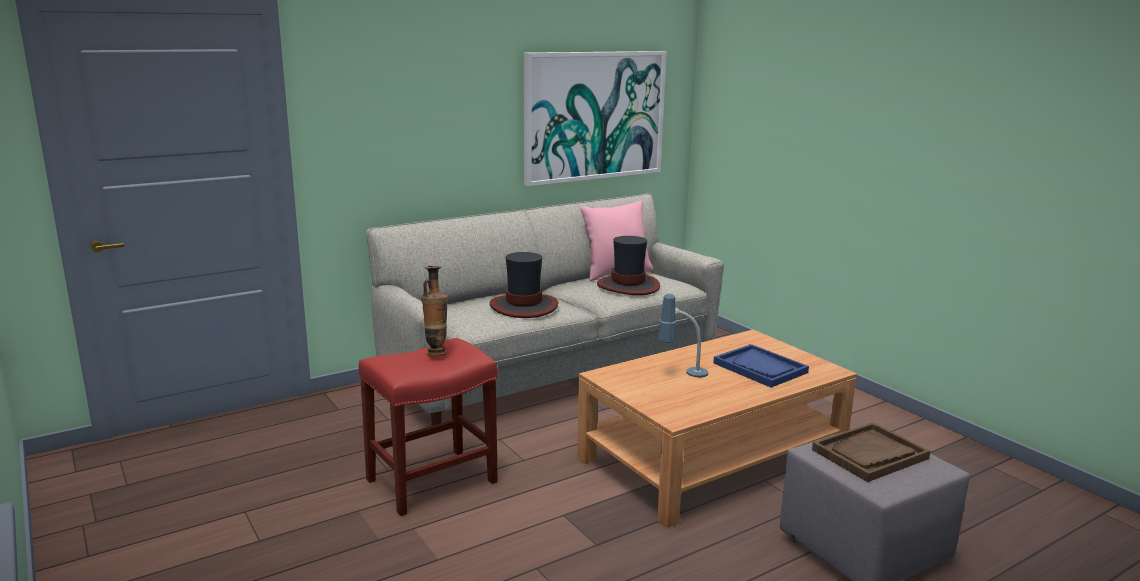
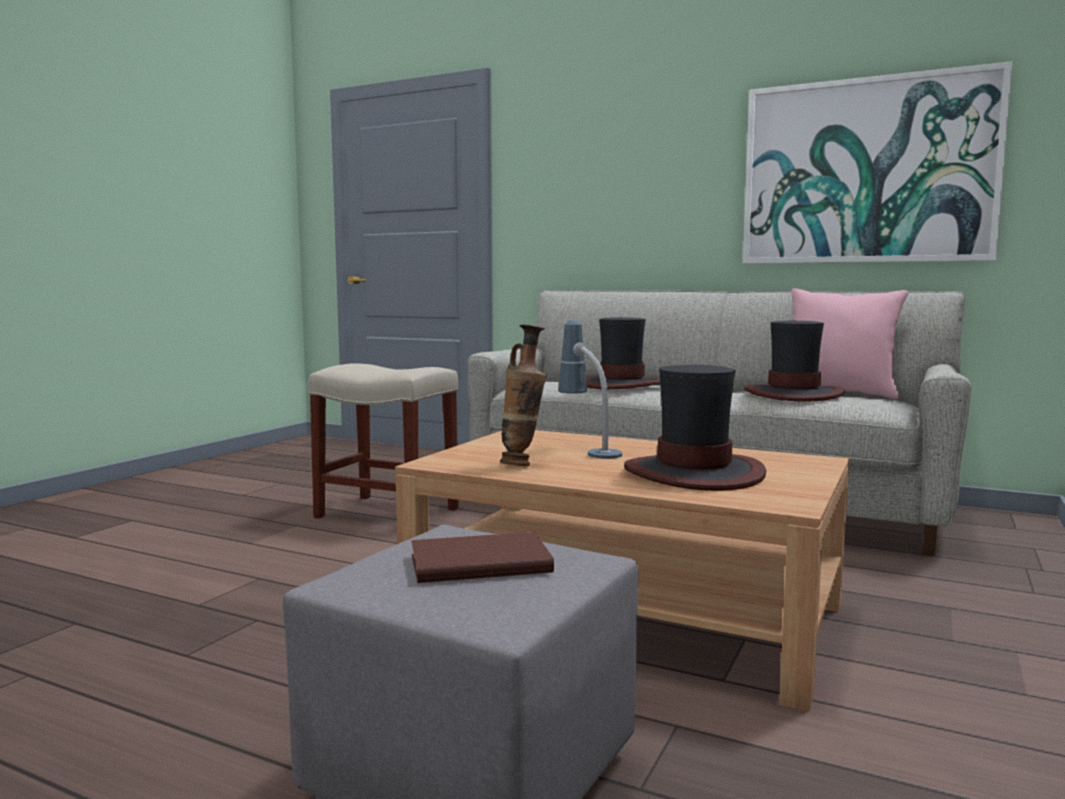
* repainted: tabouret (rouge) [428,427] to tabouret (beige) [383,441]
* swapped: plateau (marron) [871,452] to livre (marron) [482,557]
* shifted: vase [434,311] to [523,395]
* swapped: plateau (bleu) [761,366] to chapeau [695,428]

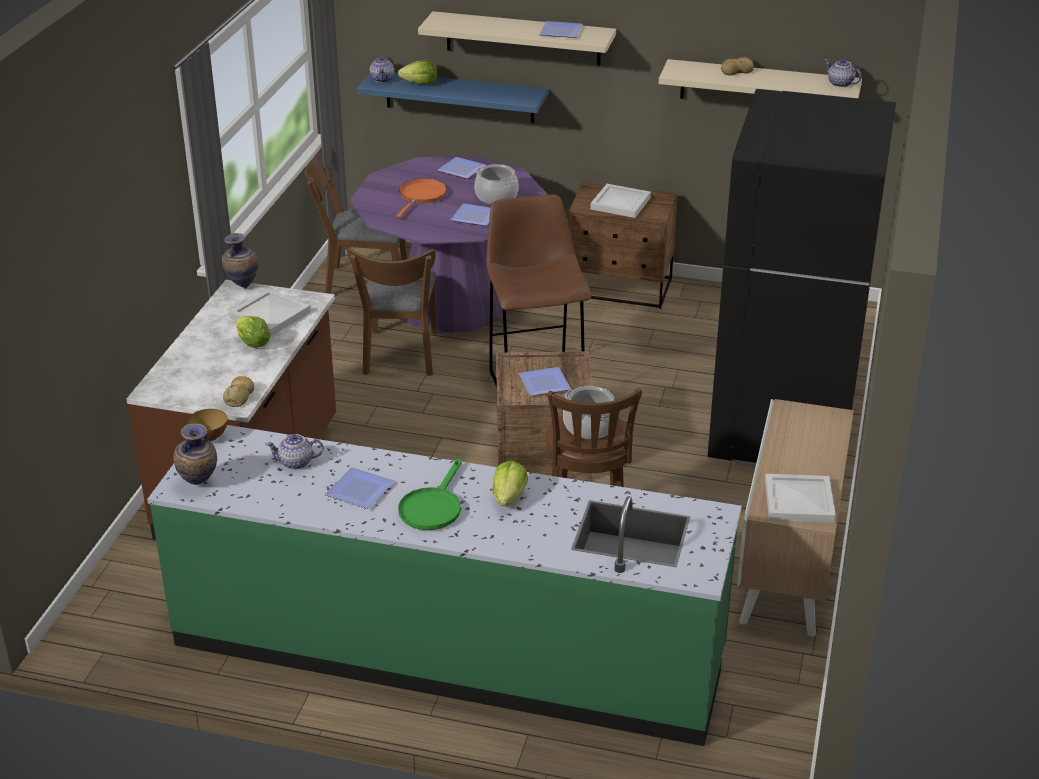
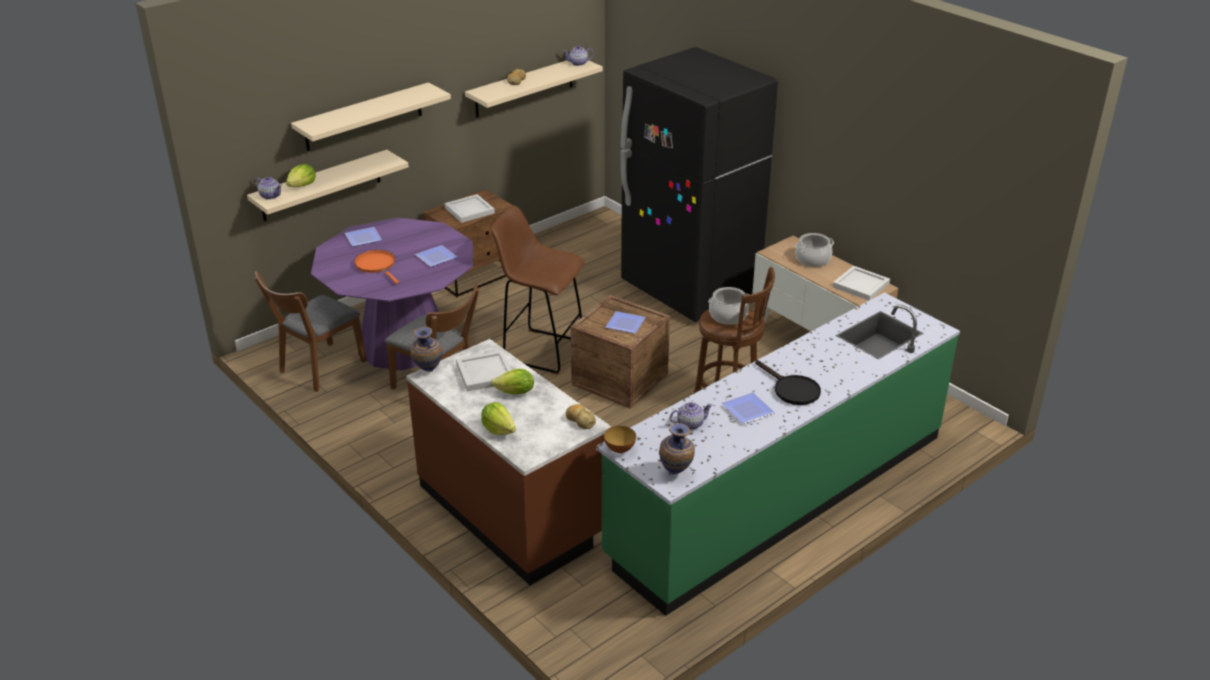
* repainted: étagère (bleu) [452,97] to étagère (beige) [328,185]
* shifted: laitue [510,483] to [498,418]
* rotated: théière [295,451] = [691,416] 135 degrees counterclockwise
* repainted: poêle (vert) [429,494] to poêle (noir) [788,382]
* shifted: marmite [497,184] to [814,250]
* gone: assiette [561,29]

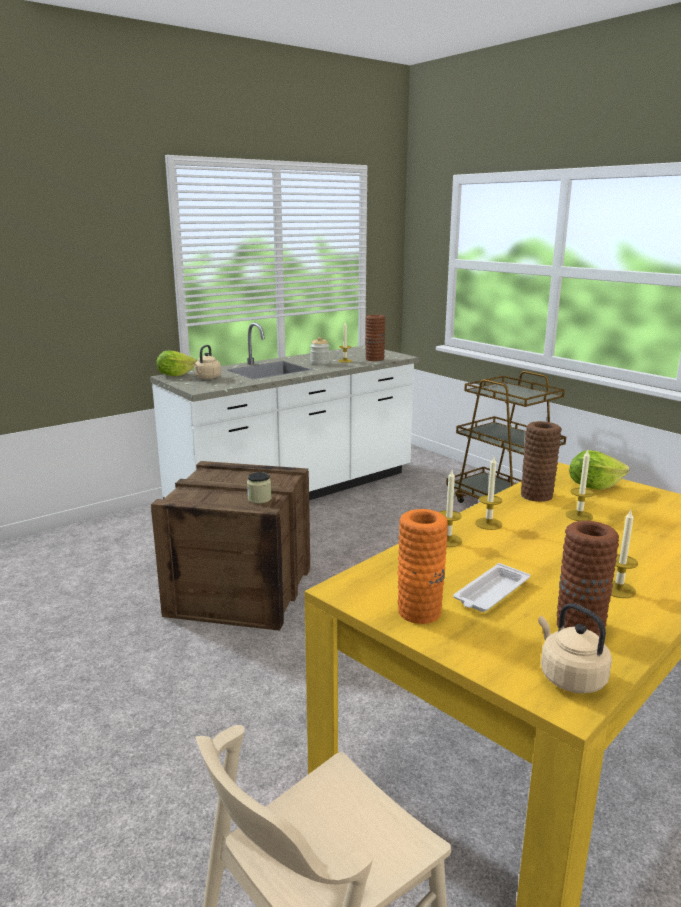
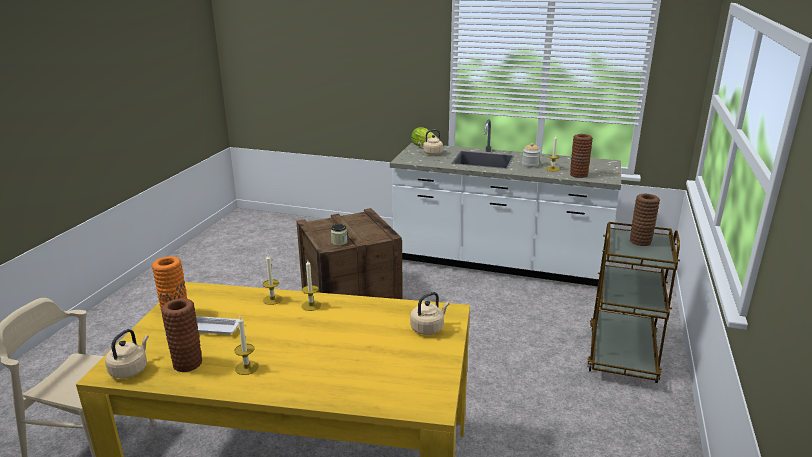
* swapped: laitue [599,470] to bouilloire (beige) [430,313]
* shifted: vase (marron) [541,461] to [645,220]
* gone: bougie [580,485]

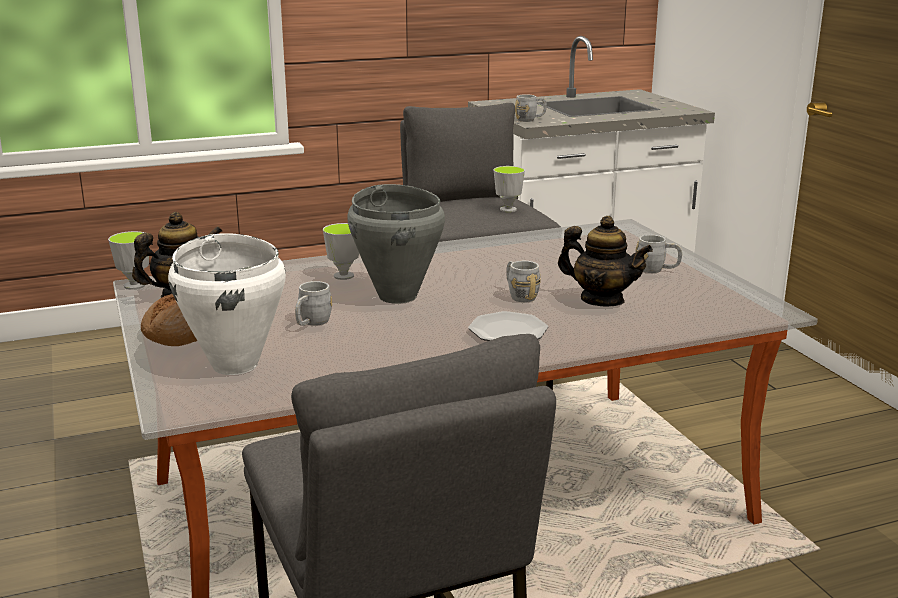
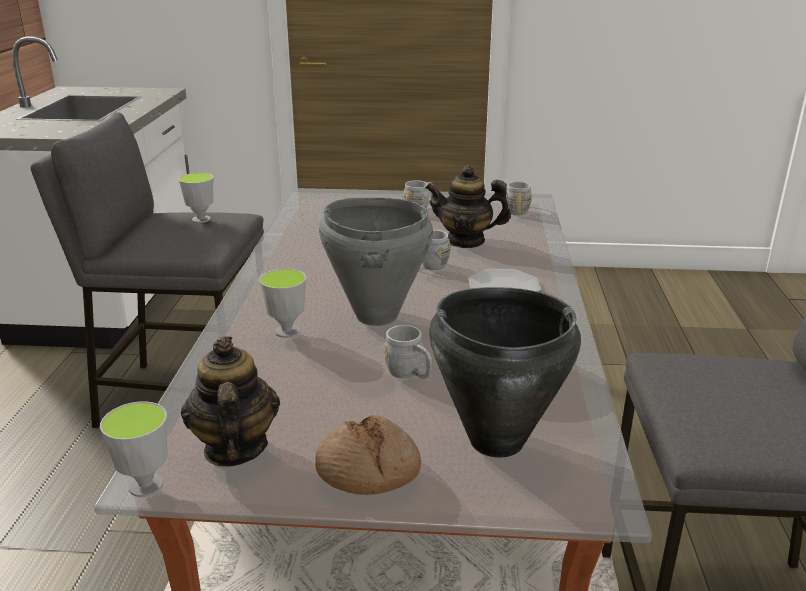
* rotated: théière [605,261] = [468,206] 135 degrees counterclockwise
* repainted: marmite (blanc) [227,304] to marmite (noir) [505,372]
* shifted: mug (gris) [531,108] to [519,198]

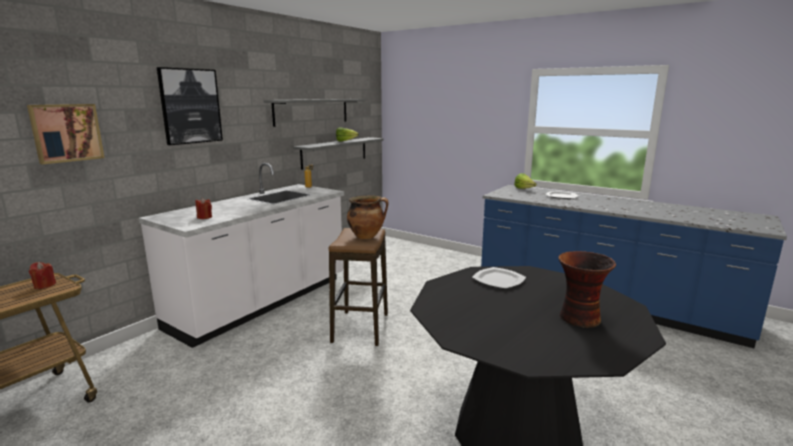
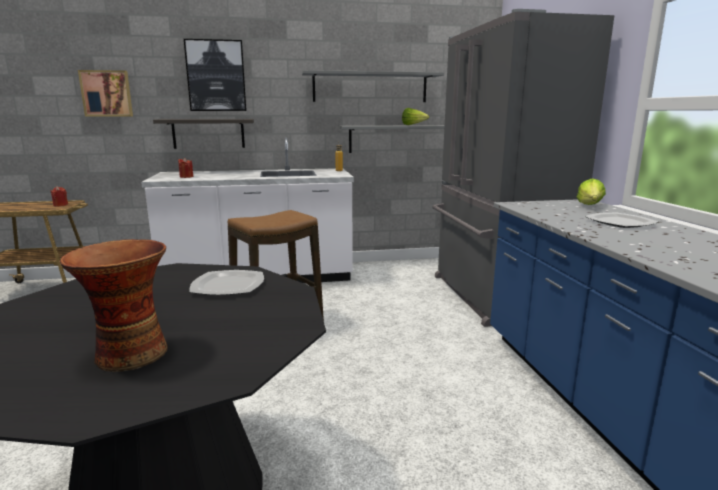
* new: étagère [203,134]
* new: réfrigérateur (gris) [523,168]
* gone: marmite [368,217]

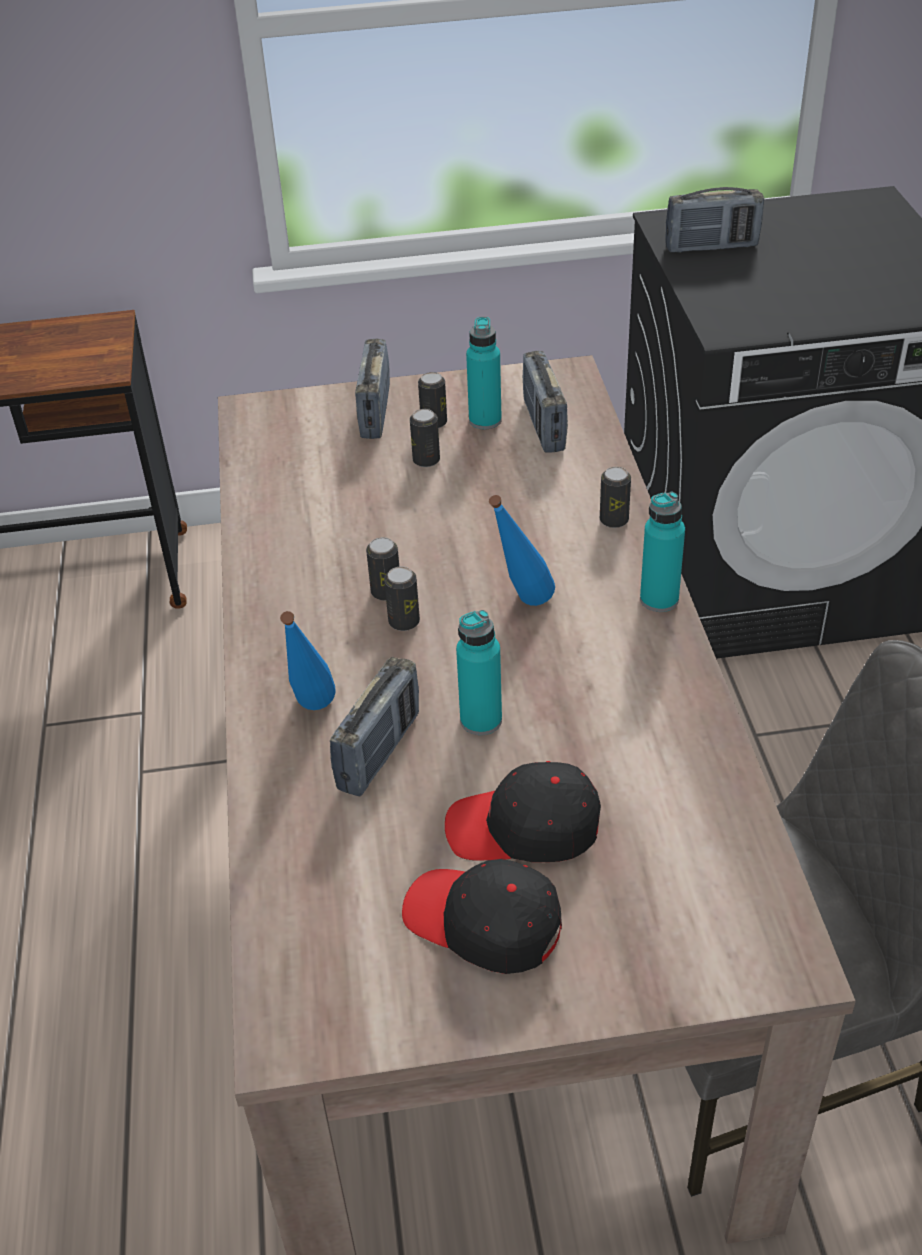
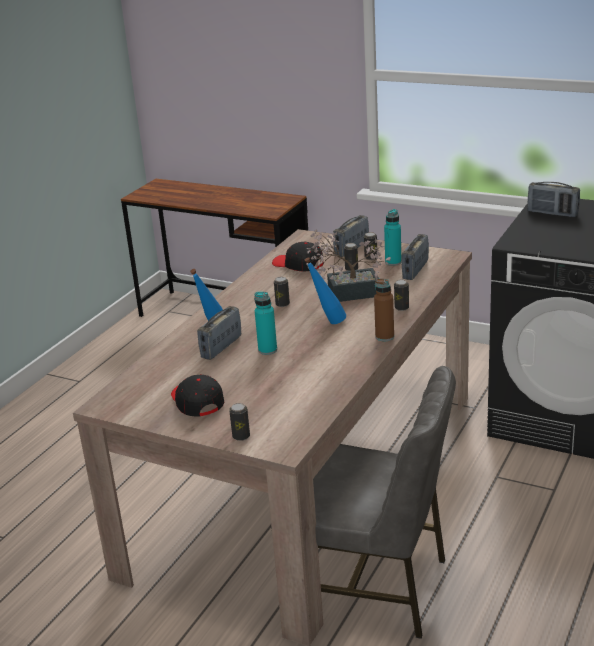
* rotated: radio [374,726] = [219,333] 150 degrees clockwise
* shifted: boîte métallique [402,598] to [239,422]
* shifted: casquette (noir) [523,811] to [298,257]
* new: plante en pot [348,265]
* repainted: bouteille (turquoise) [662,552] to bouteille (marron) [384,310]

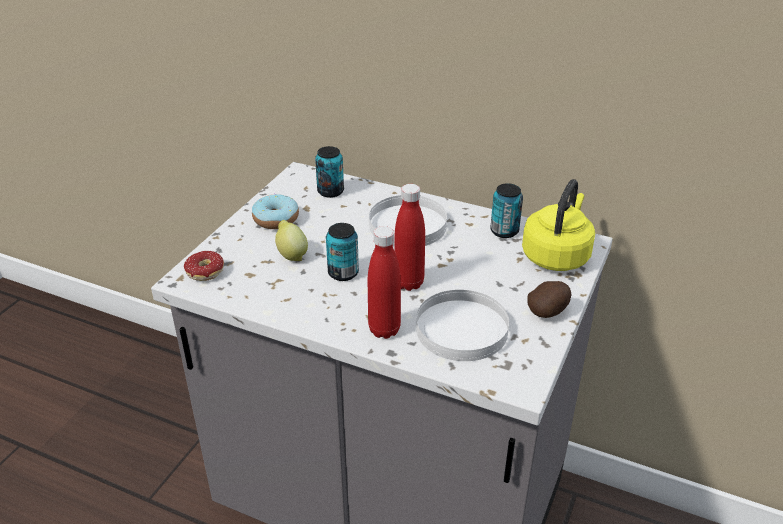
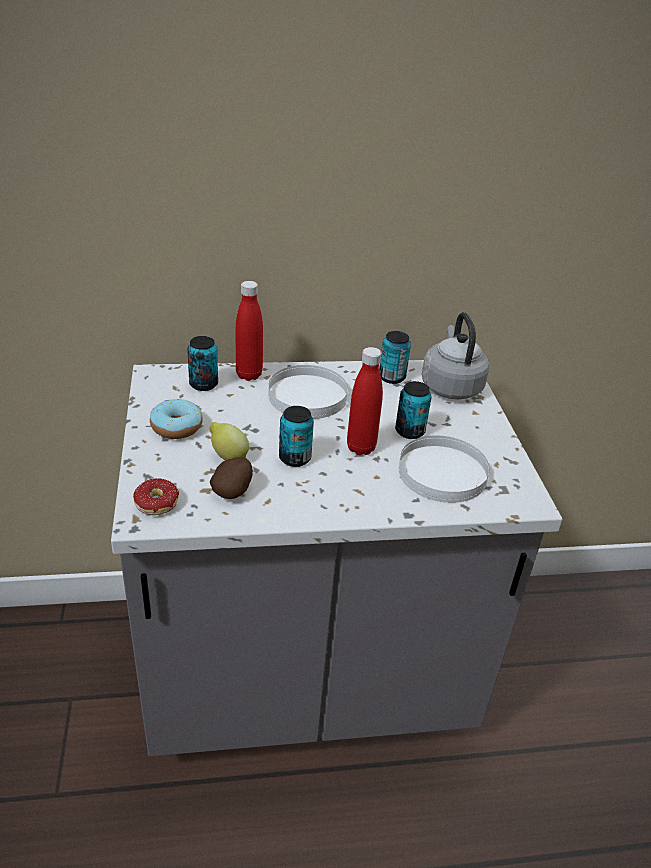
* shifted: pomme de terre [549,299] to [231,478]
* shifted: bouteille (rouge) [384,282] to [249,331]
* new: boîte métallique [413,410]
* repainted: bouilloire (jaune) [558,225] to bouilloire (gris) [456,355]

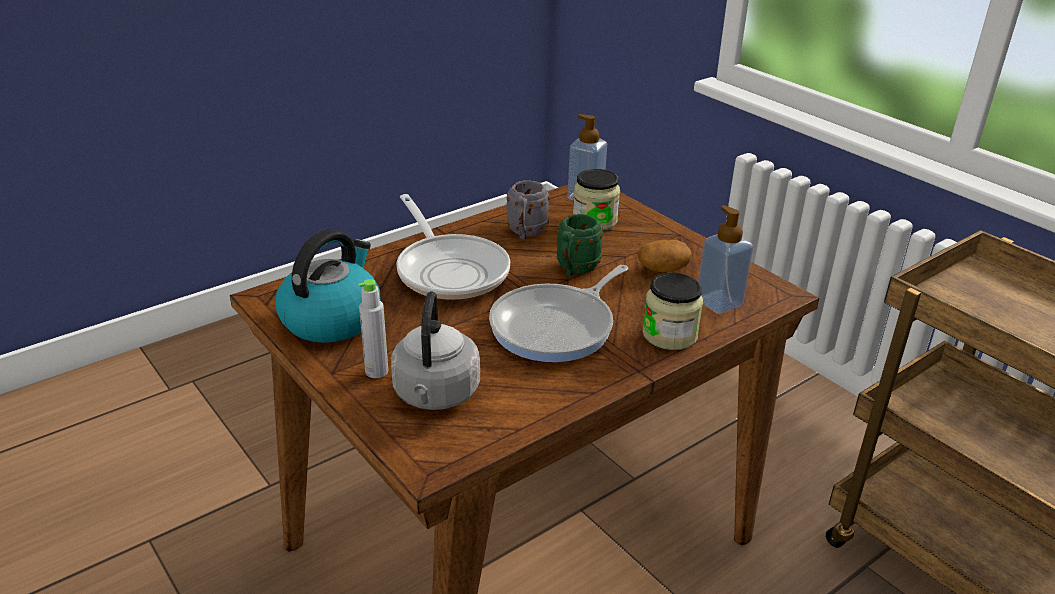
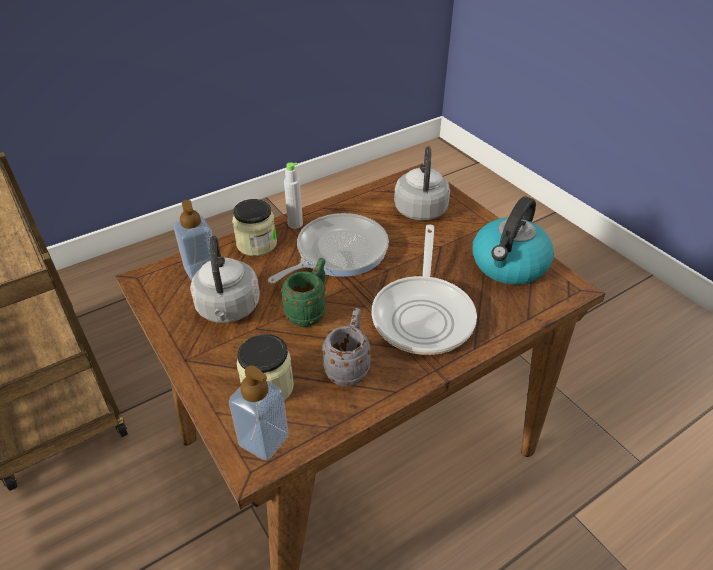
* swapped: pomme de terre [664,256] to bouilloire (gris) [225,279]
* shifted: bouteille (gris) [373,328] to [293,195]
* rotated: poêle [453,247] = [424,290] 150 degrees counterclockwise

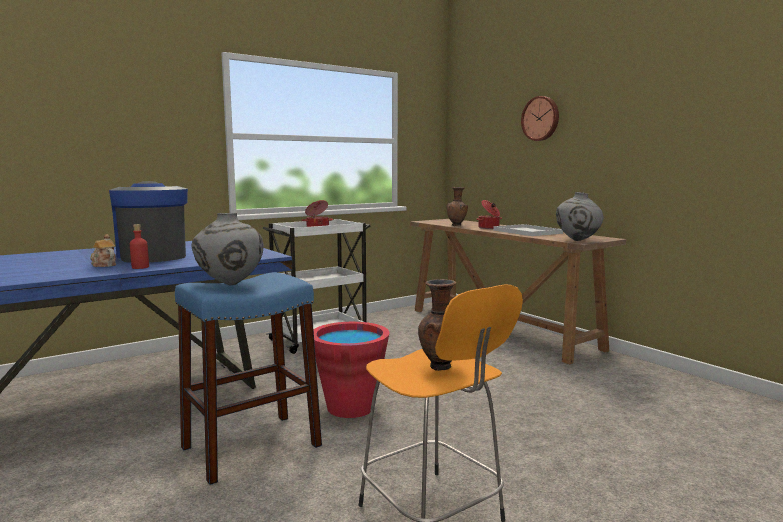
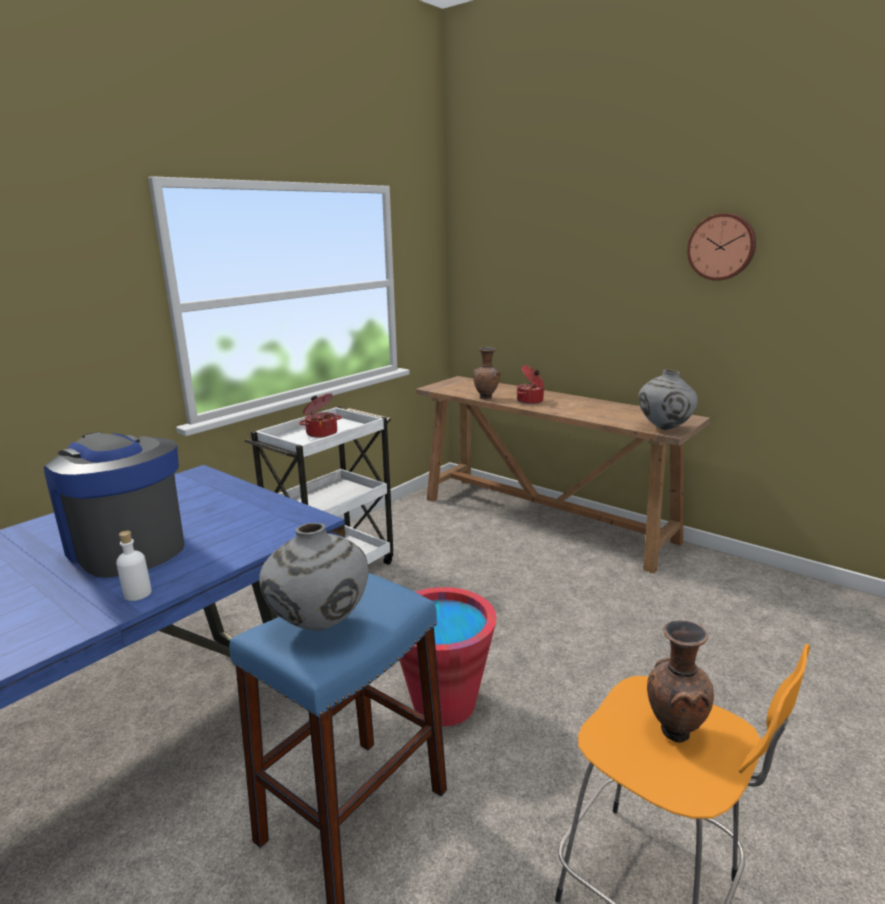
* repainted: bouteille (rouge) [139,246] to bouteille (blanc) [133,566]
* shifted: horloge murale [540,118] to [721,247]
* gone: théière [103,250]
* gone: plateau (blanc) [528,230]

